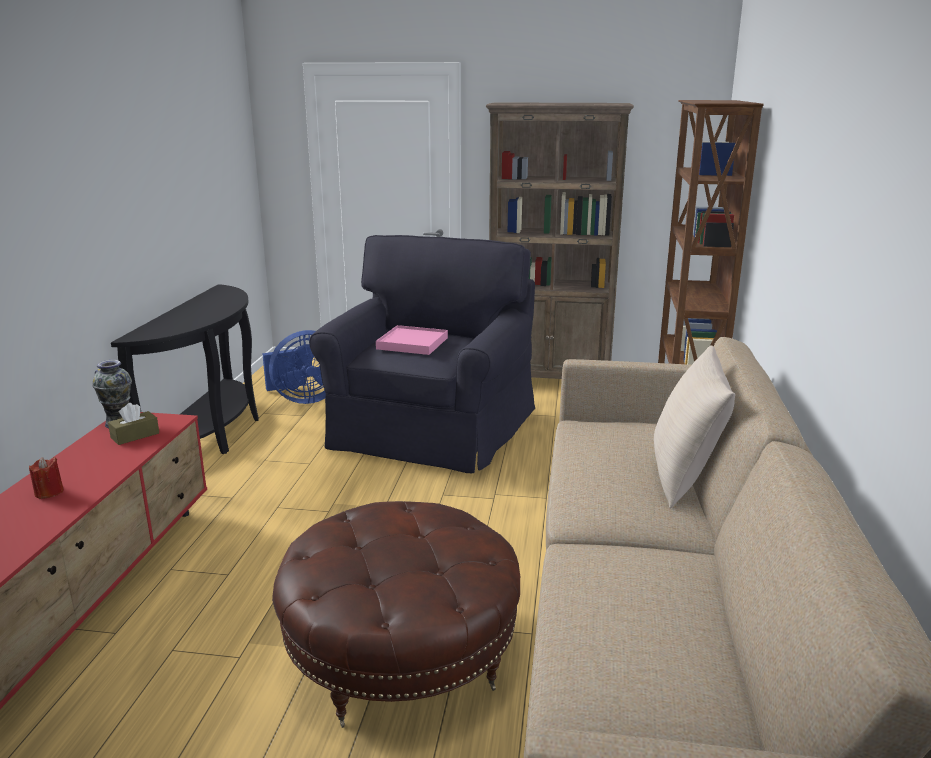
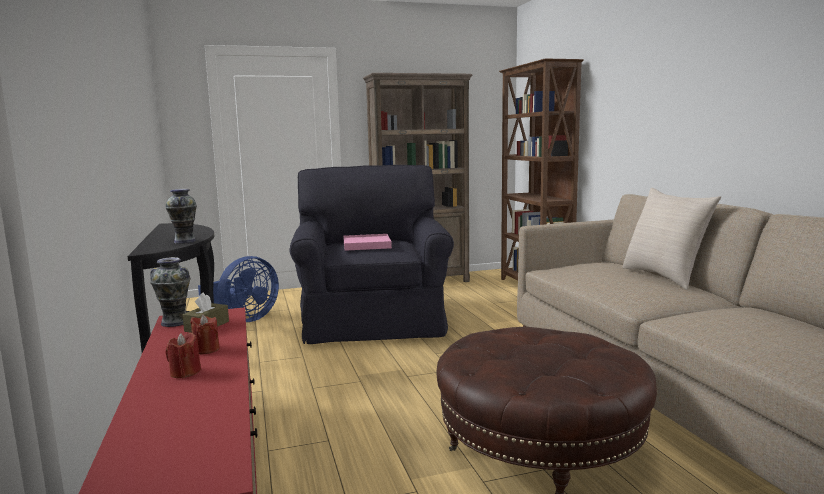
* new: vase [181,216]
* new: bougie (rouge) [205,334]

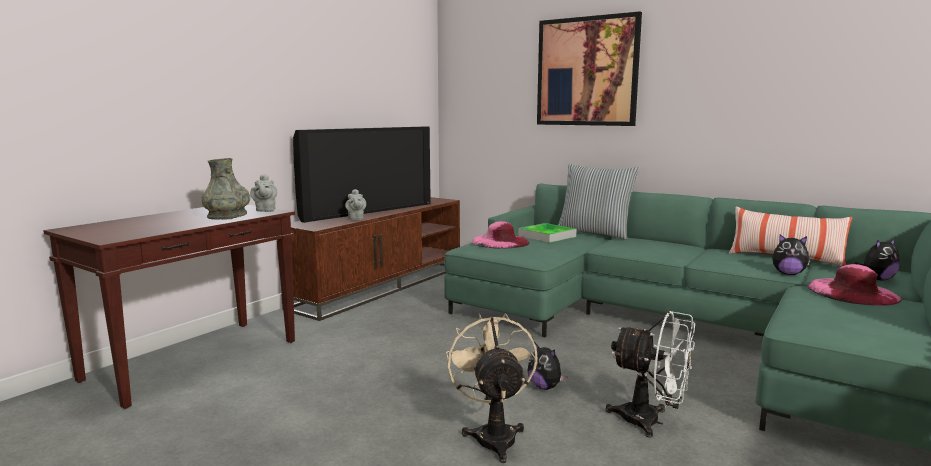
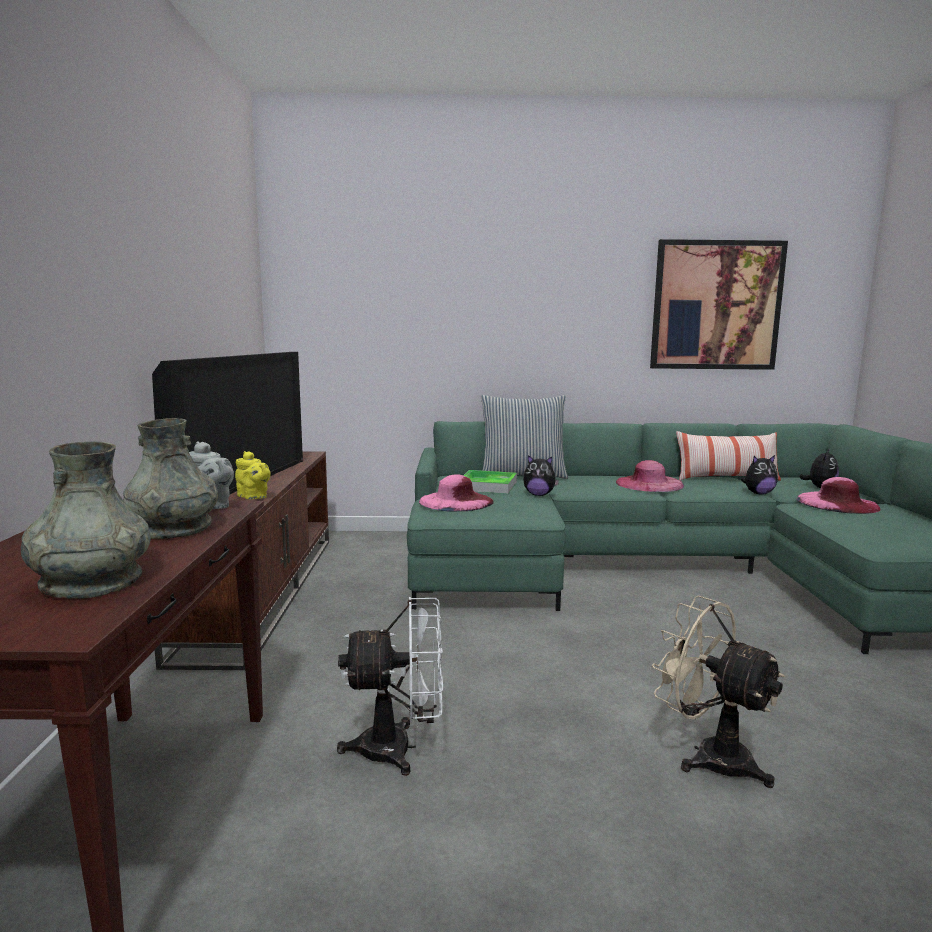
* new: vase (gris) [86,520]
* repainted: théière (gris) [355,204] to théière (jaune) [253,475]
* shifted: ventilateur (blanc) [650,374] to [390,686]
* shifted: peluche [547,366] to [541,475]
* new: chapeau (rose) [650,476]
* shifted: tableau [589,68] to [719,304]

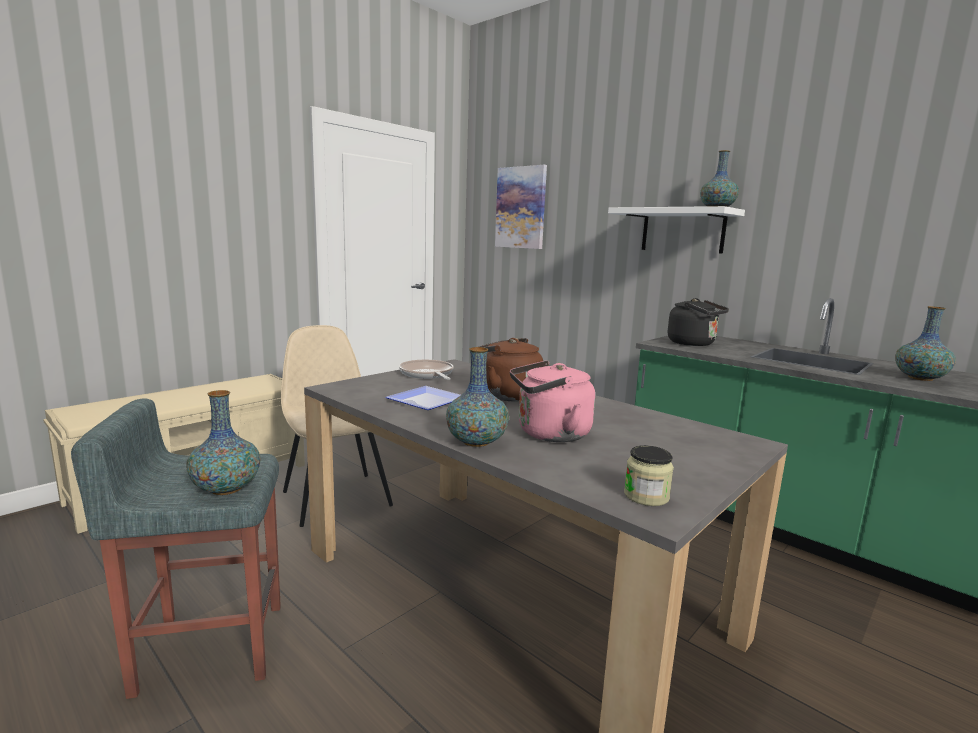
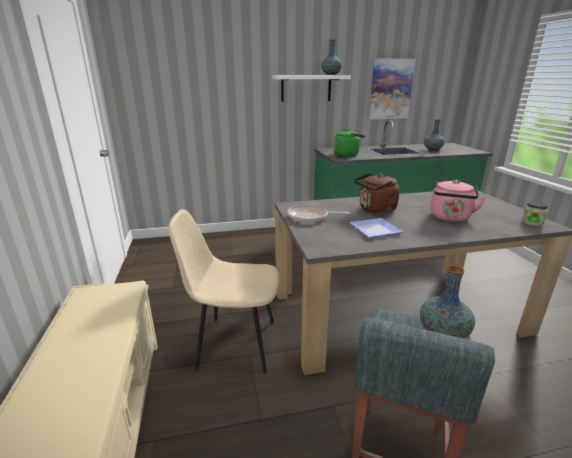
* repainted: bouilloire (noir) [698,322] to bouilloire (vert) [349,143]
* shifted: tableau [521,207] to [392,88]
* gone: vase [477,397]

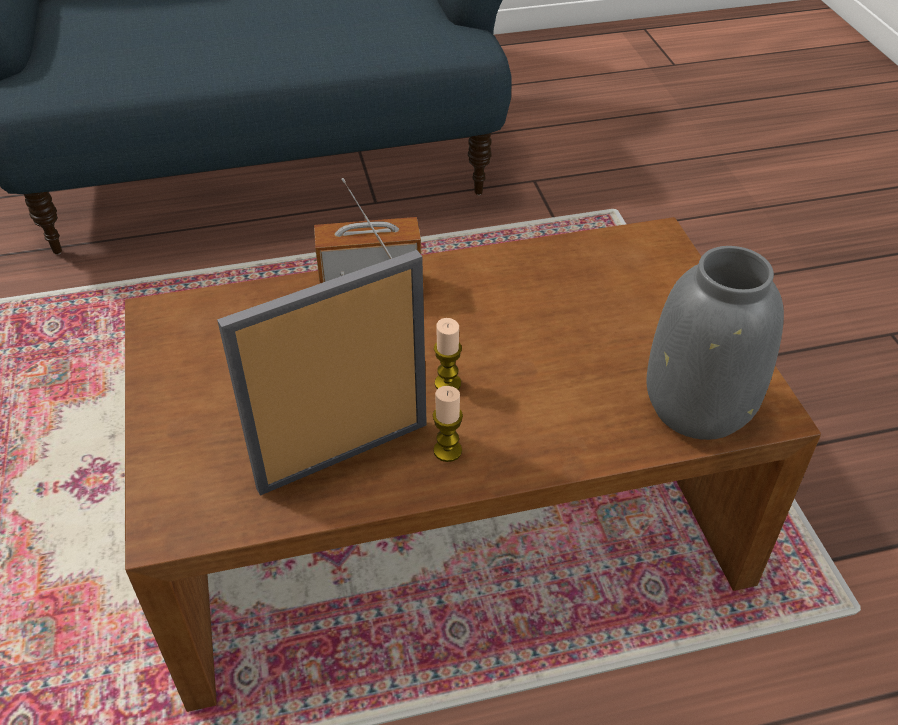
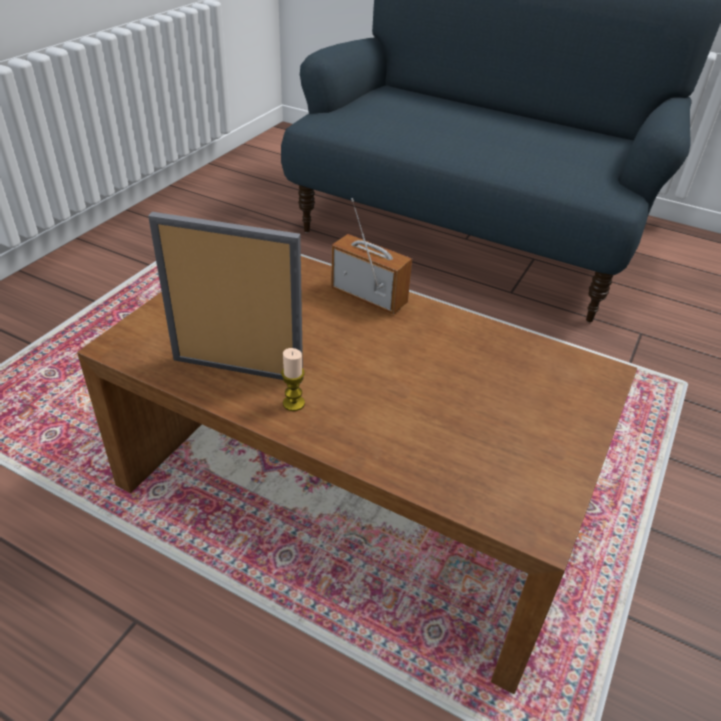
* gone: bougie [448,354]
* gone: vase (gris) [715,343]

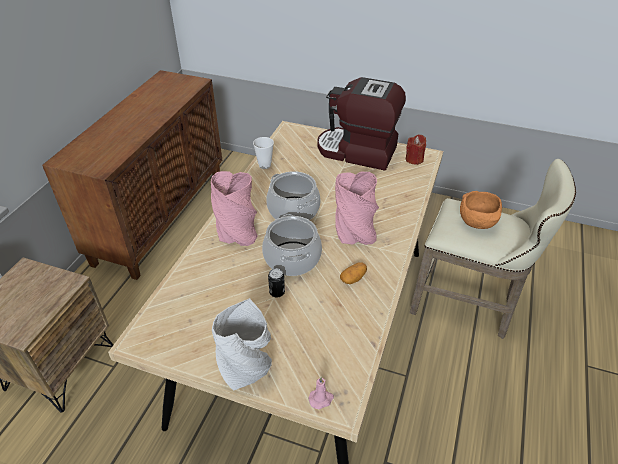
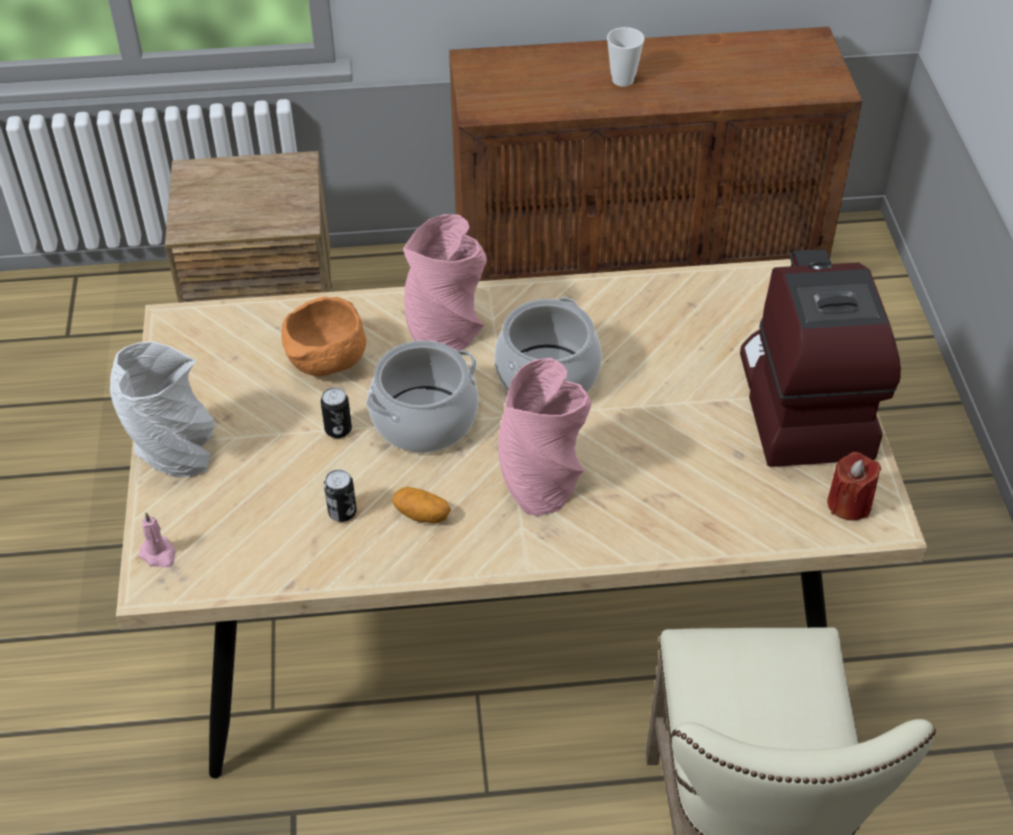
* shifted: bol (orange) [481,210] to [323,336]
* new: boîte métallique [340,495]
* shifted: tasse [263,153] to [625,57]

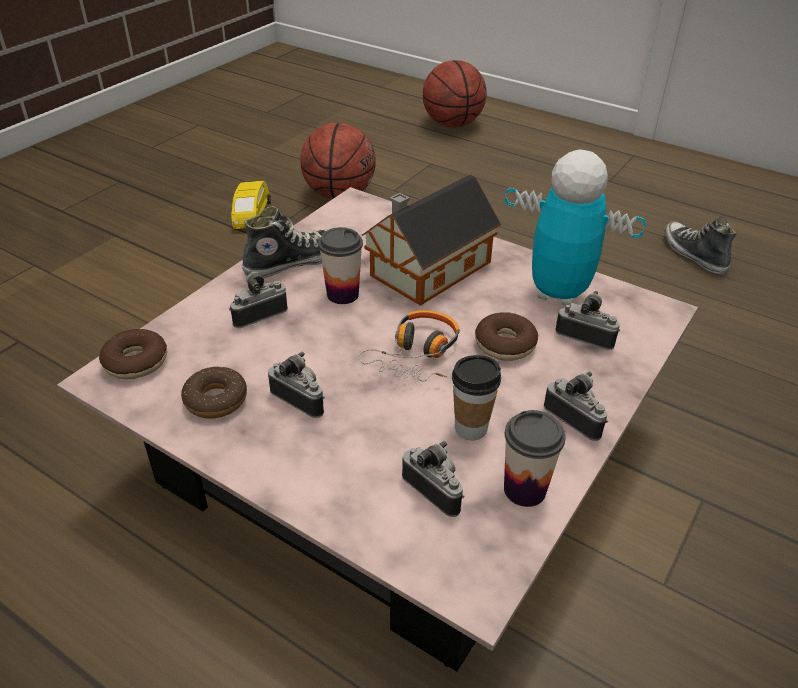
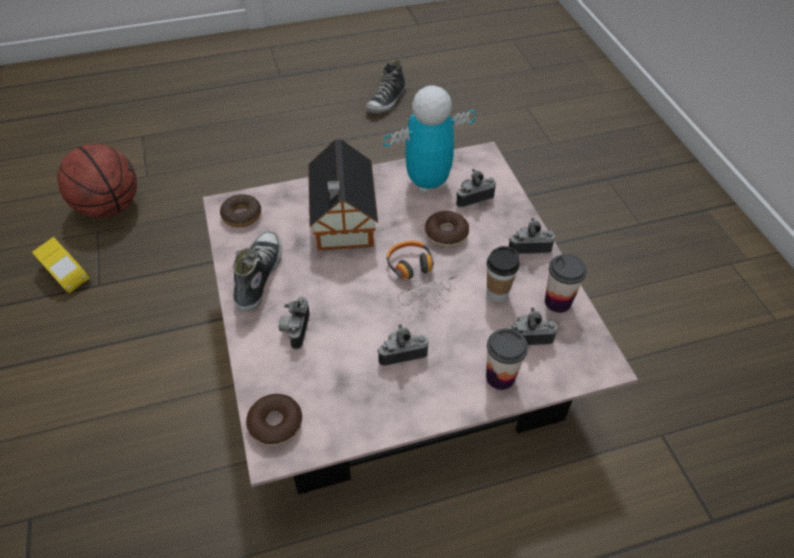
* shifted: beignet [214,392] to [240,210]
* rotated: chaussure [701,245] = [386,86] 75 degrees counterclockwise
* shifted: tasse [340,265] to [507,359]
* gone: ballon de basket [455,93]

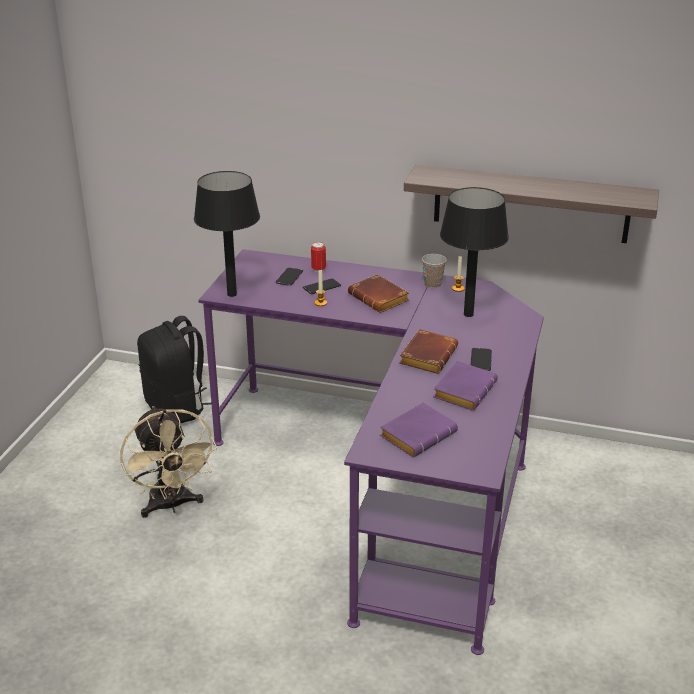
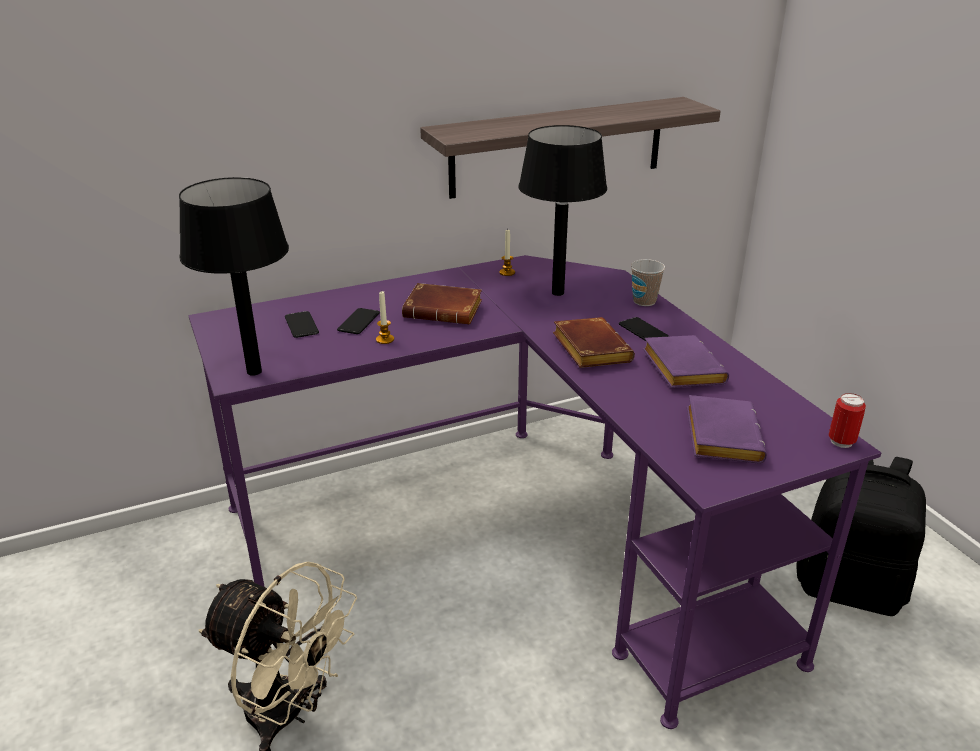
* shifted: tasse [434,271] to [648,282]
* shifted: sac à dos (noir) [174,370] to [861,536]
* shifted: boîte métallique [318,257] to [847,420]

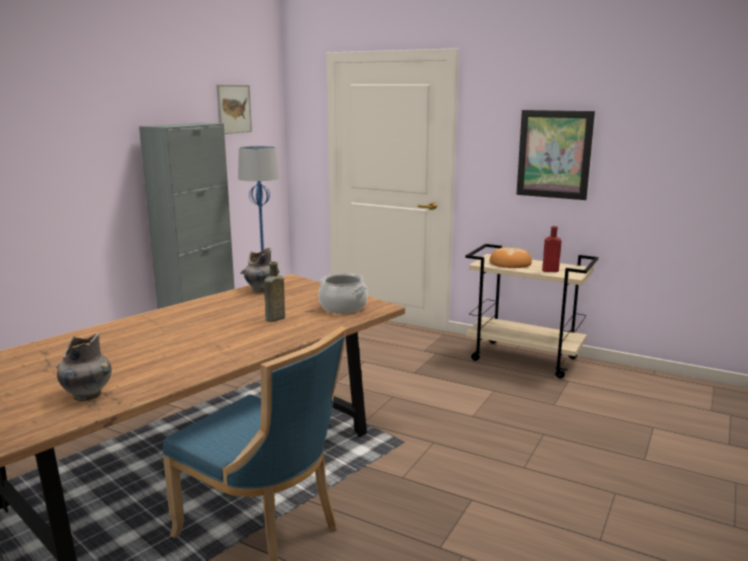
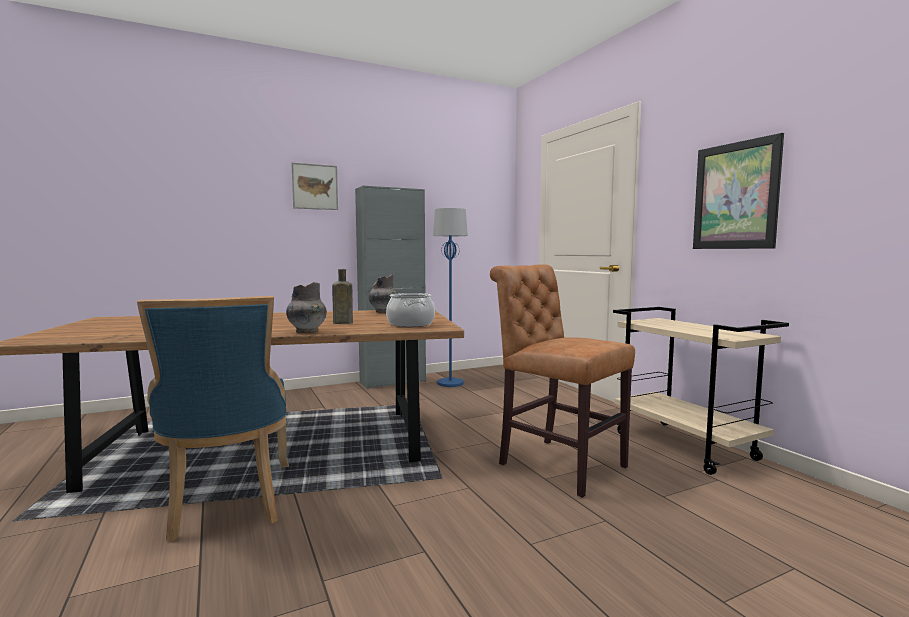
* shifted: vase (gris) [84,367] to [306,307]
* shifted: tableau [234,109] to [314,186]
* new: chaise (marron) [562,381]
* gone: pain [511,257]
* gone: bouteille (rouge) [552,249]

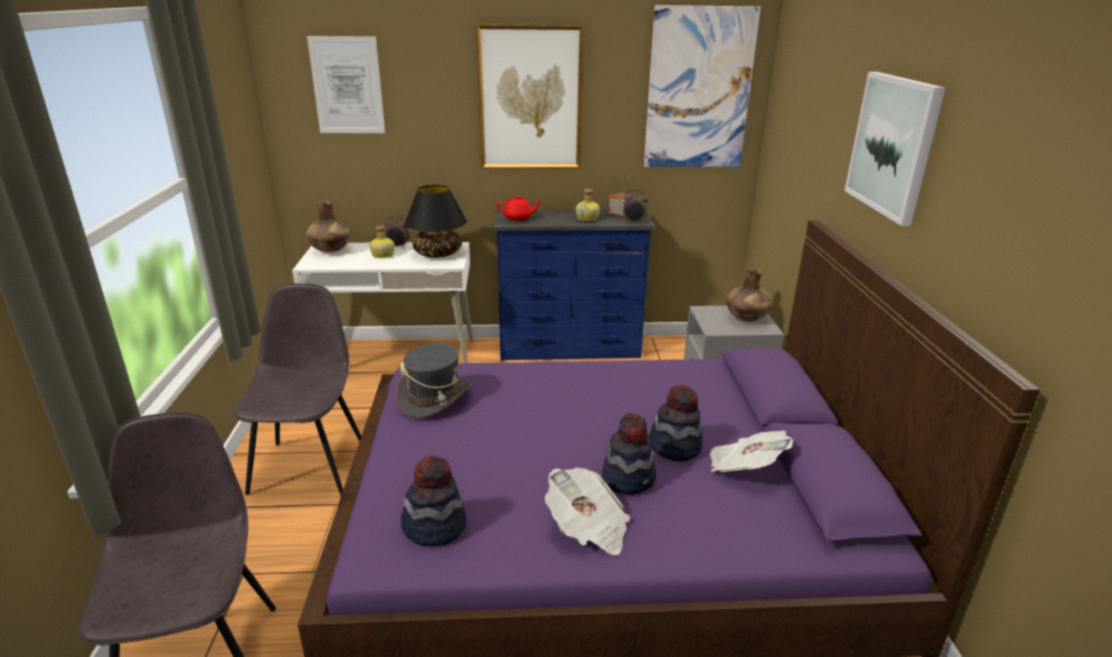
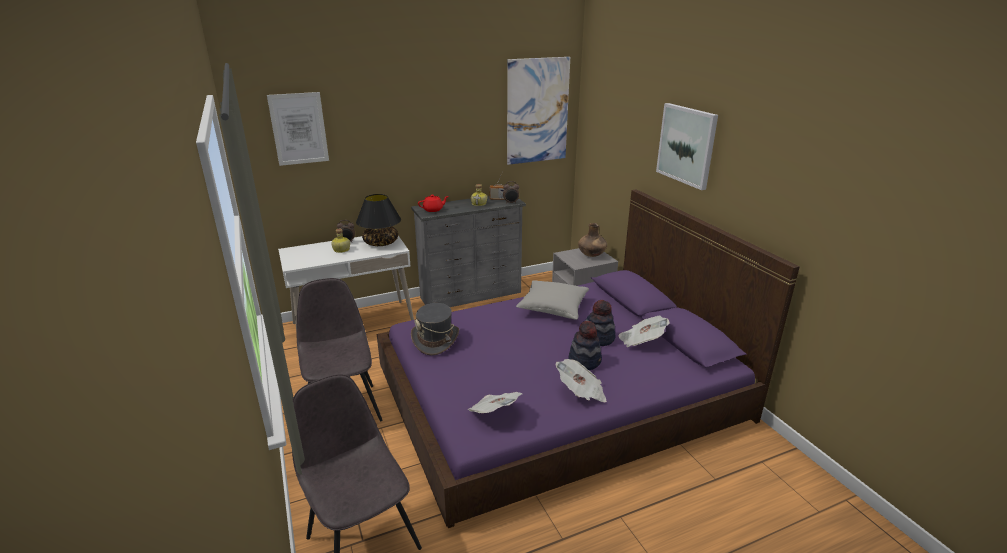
* repainted: commode (bleu) [574,285] to commode (gris) [468,251]
* swapped: chapeau [434,501] to journal [495,402]
* new: coussin (gris) [552,300]
* gone: vase (marron) [328,226]
* gone: tableau [530,96]

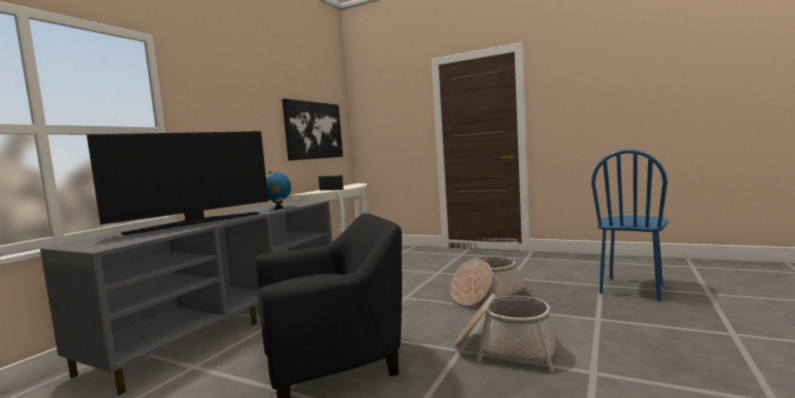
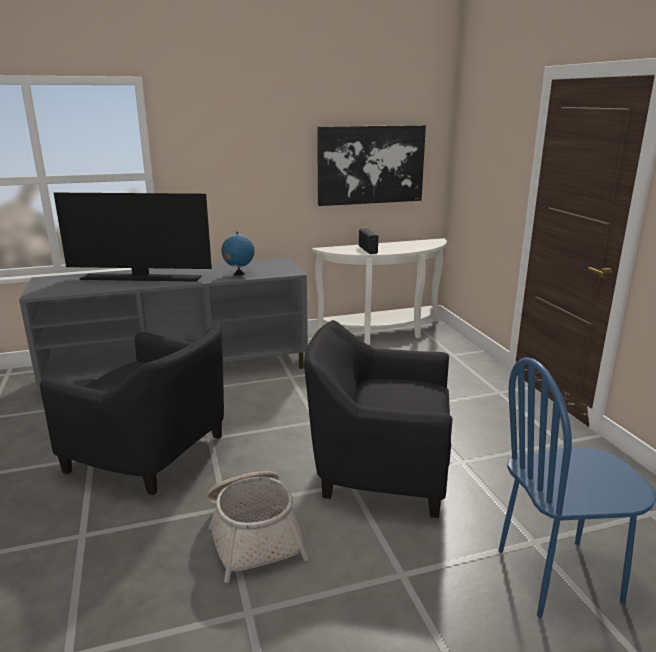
* swapped: panier [490,281] to fauteuil (noir) [378,419]

